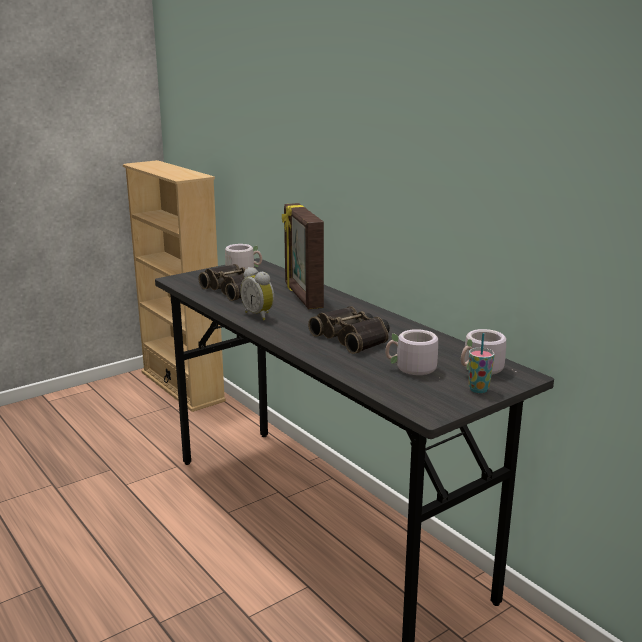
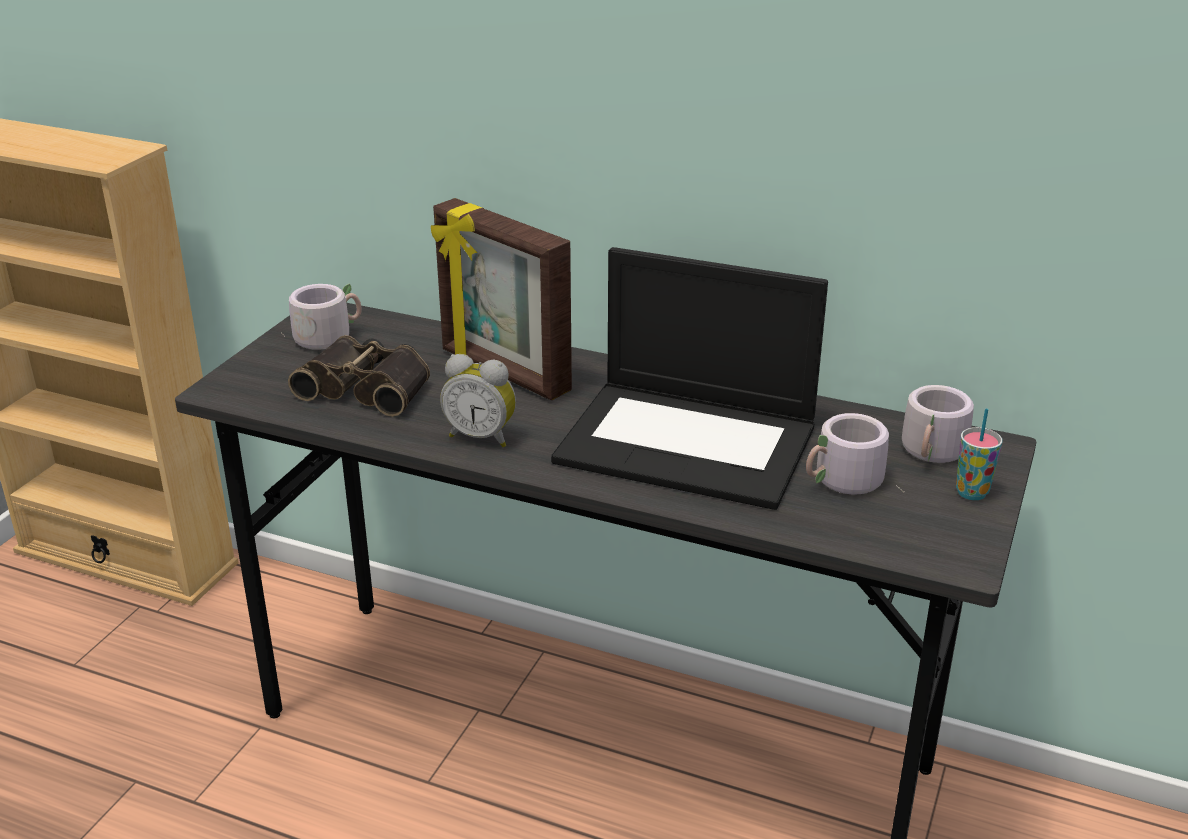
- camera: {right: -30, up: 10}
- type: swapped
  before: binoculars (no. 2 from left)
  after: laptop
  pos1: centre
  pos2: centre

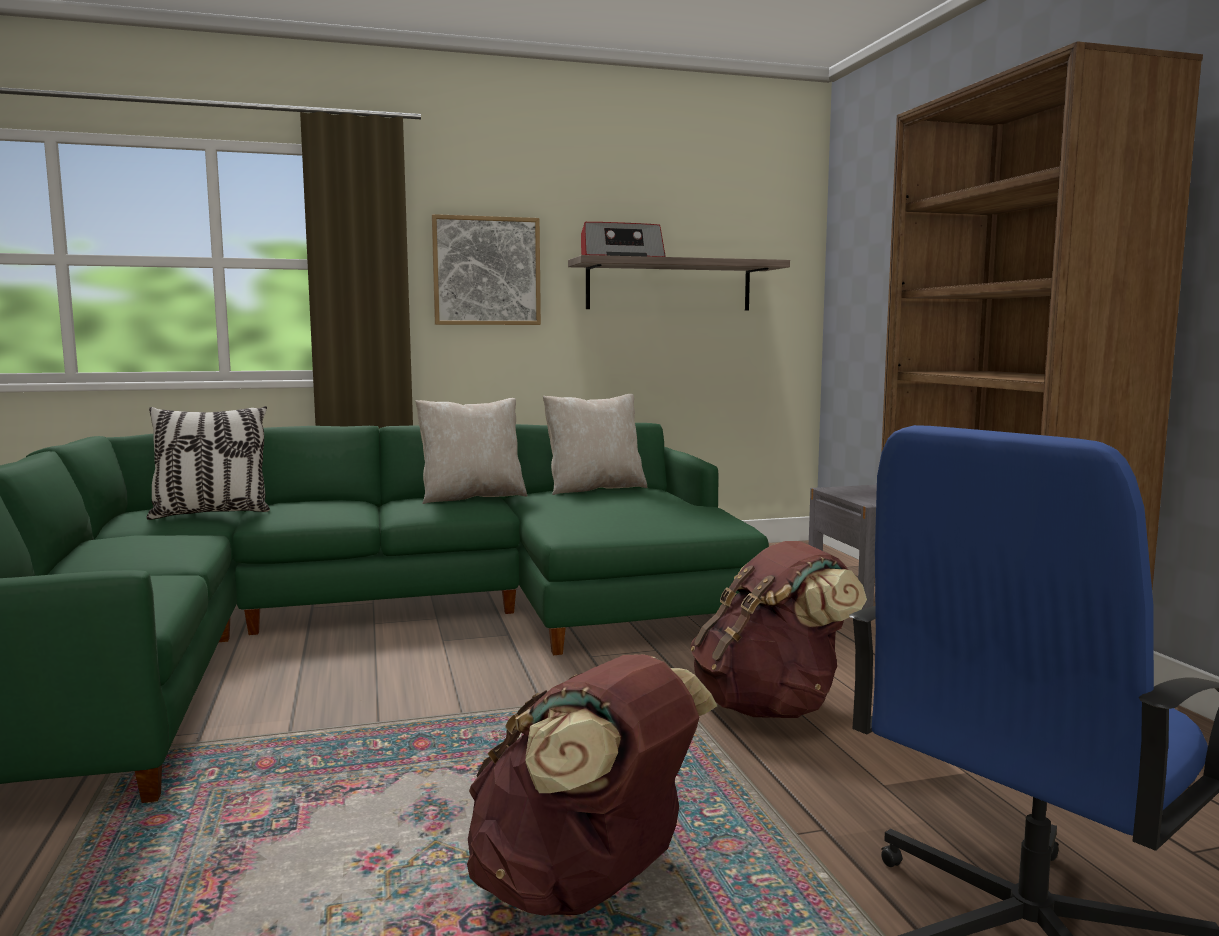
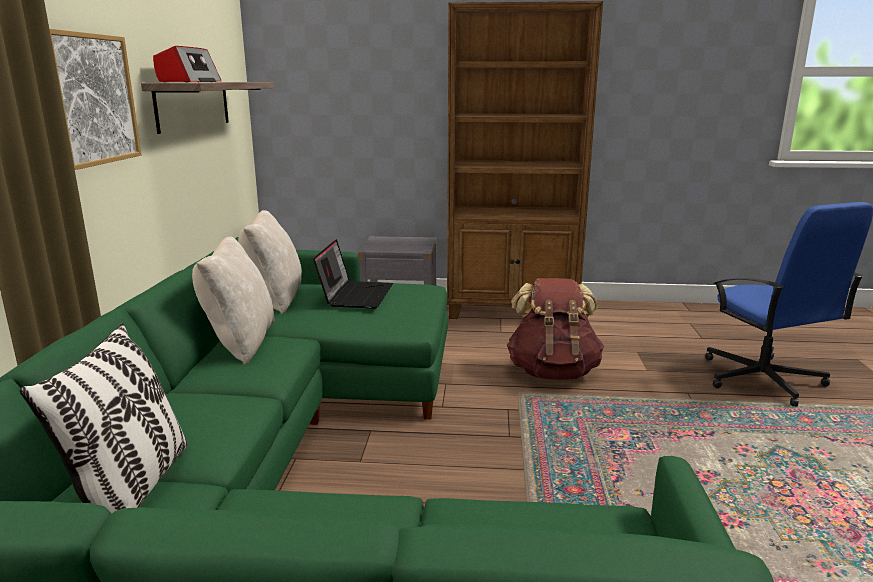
- camera: {right: -70, up: 10}
- type: gone
  before: brown backpack (no. 1 from left)
  pos1: bottom centre
- type: new
  after: laptop
  pos2: centre

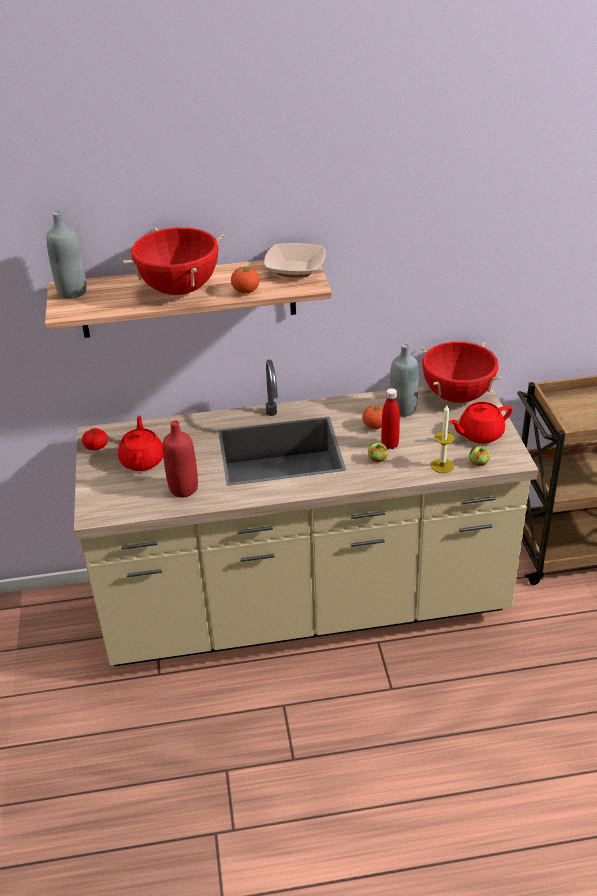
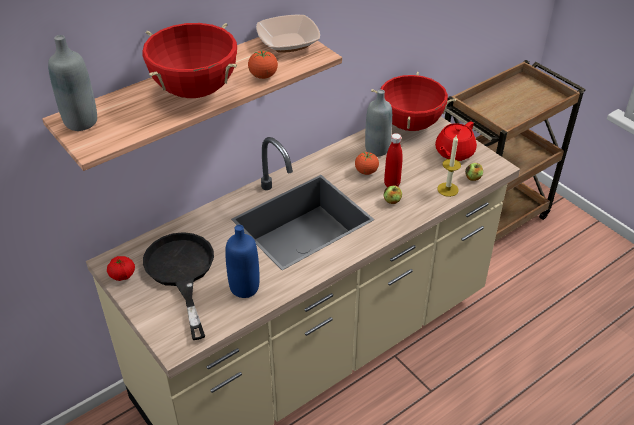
- camera: {right: -30, up: 5}
- type: swapped
  before: red teapot (no. 1 from left)
  after: black frying pan
  pos1: middle left
  pos2: bottom left
- type: repainted
  before: red bottle (no. 1 from left)
  after: blue bottle
  pos1: middle left
  pos2: centre

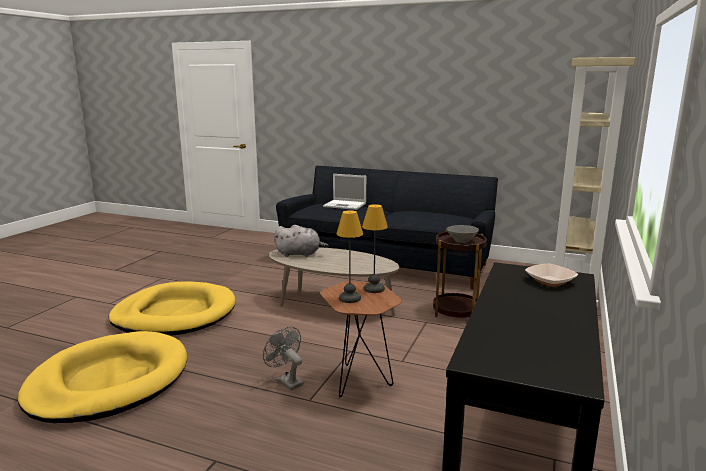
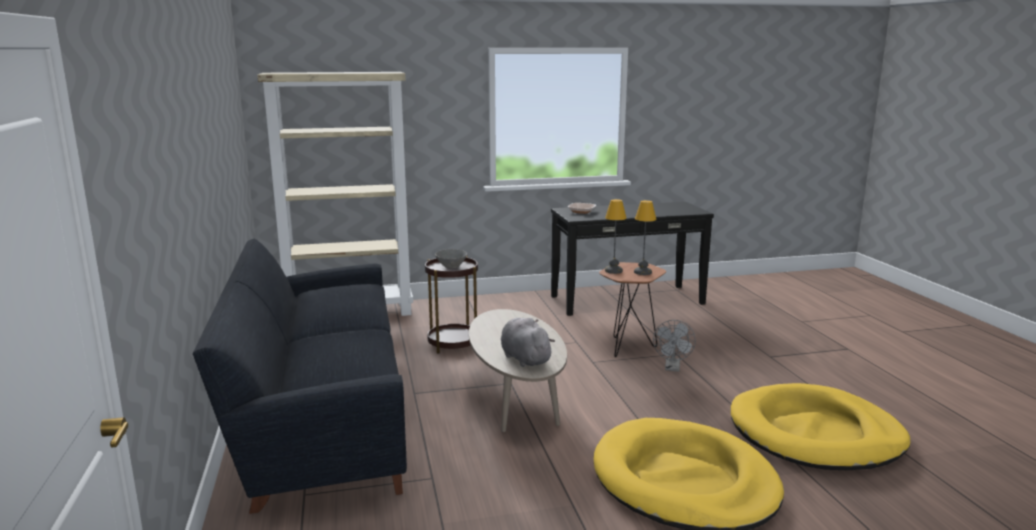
- camera: {right: -125, up: 0}
- type: gone
  before: laptop
  pos1: centre

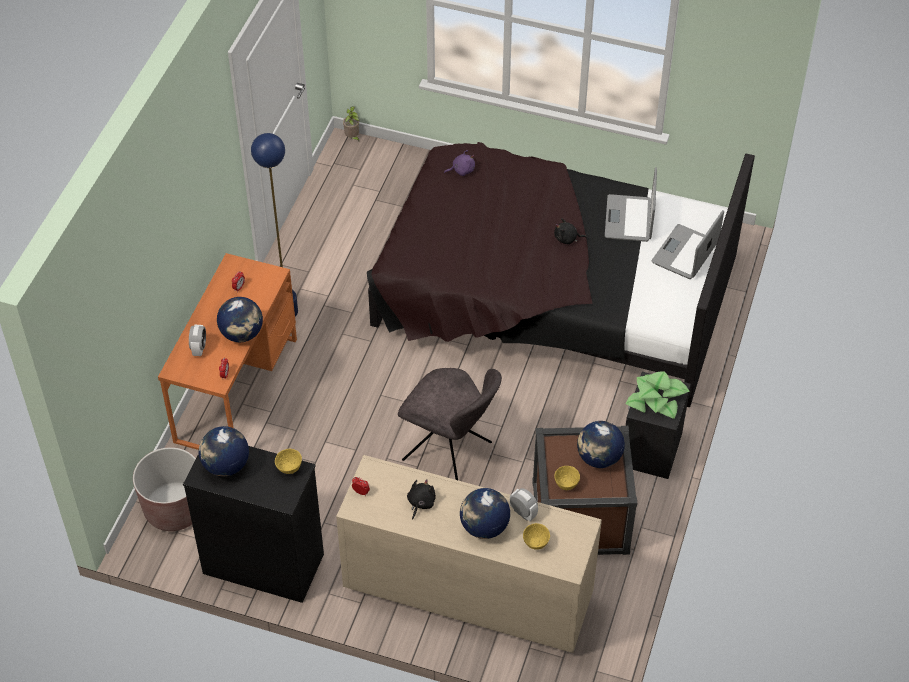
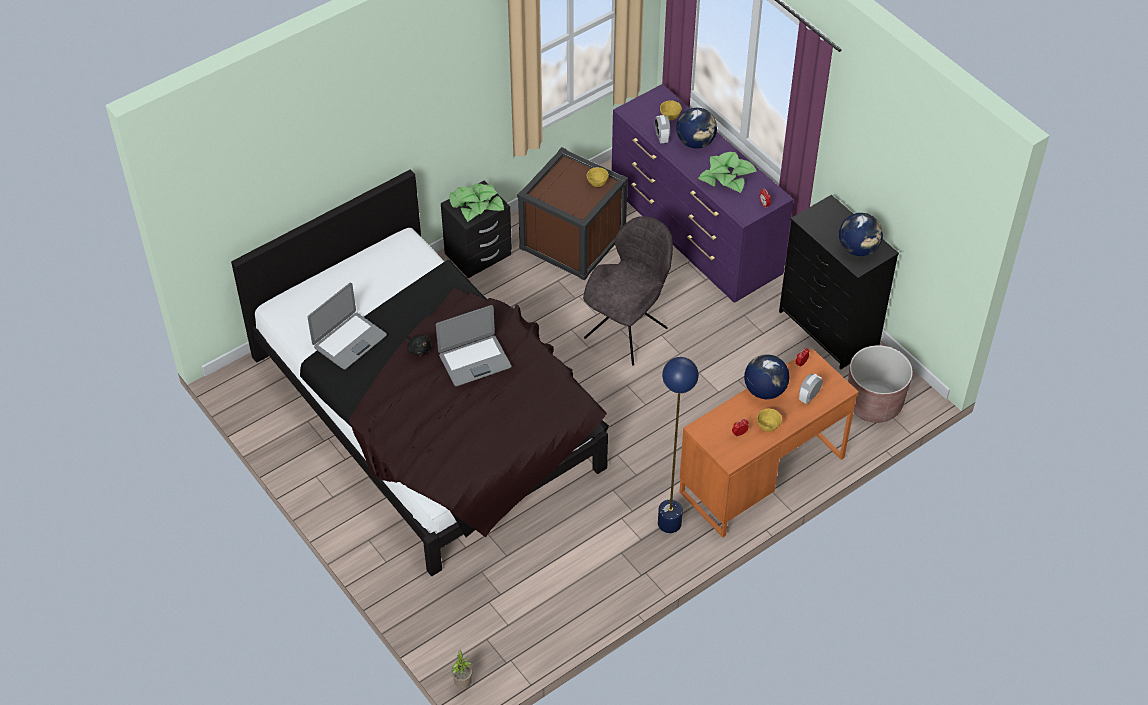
- camera: {right: -145, up: 0}
- type: gone
  before: purple plush toy
  pos1: top centre
- type: gone
  before: globe (no. 4 from left)
  pos1: centre
- type: shifted
  before: yellow bowl (no. 1 from left in the first image)
  after: yellow bowl (no. 3 from left)
  pos1: bottom left
  pos2: middle right
- type: shifted
  before: laptop (no. 2 from left)
  pos1: middle right
  pos2: centre
- type: swapped
  before: black plush toy (no. 1 from left)
  after: potted plant (no. 3 from left)
  pos1: bottom centre
  pos2: top centre
- type: repainted
  before: beige dresser
  after: purple dresser
  pos1: bottom centre
  pos2: top centre
- type: rotated
  before: grey chair
  pos1: centre
  pos2: centre
  turn: 60

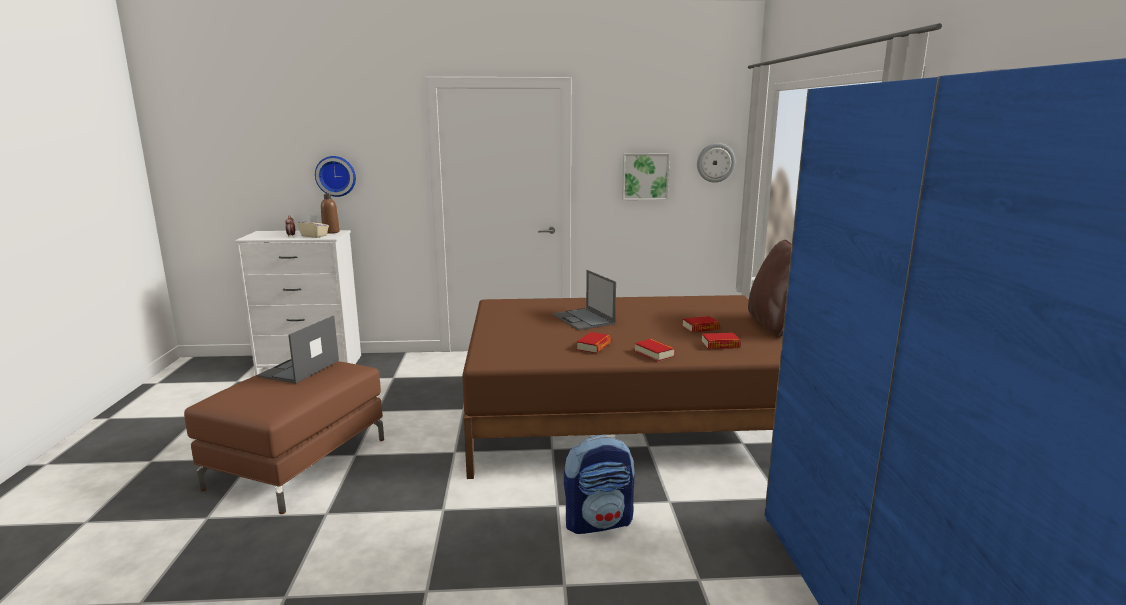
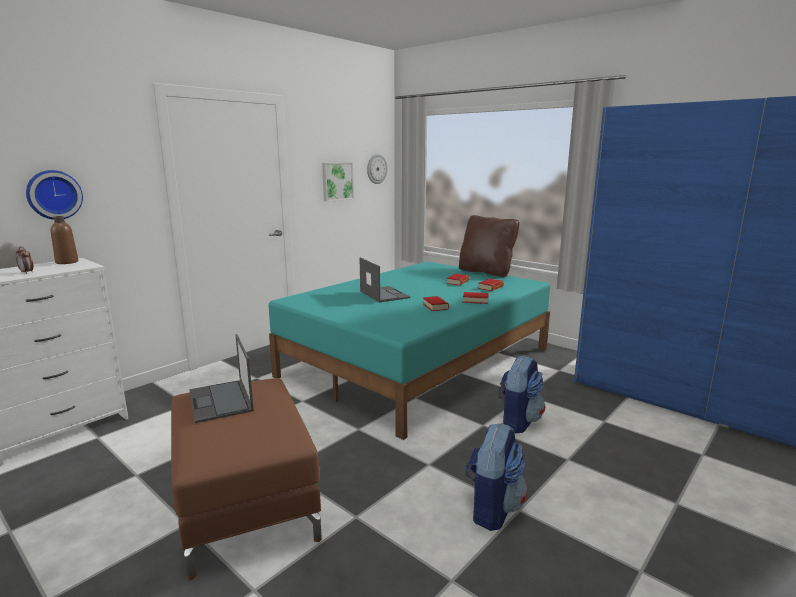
- camera: {right: -45, up: 0}
- type: gone
  before: beige tissue box
  pos1: middle left
- type: new
  after: backpack (no. 1 from left)
  pos2: bottom centre
- type: repainted
  before: brown bed
  after: turquoise bed
  pos1: centre
  pos2: centre
- type: rotated
  before: laptop (no. 2 from left)
  pos1: centre
  pos2: centre
  turn: -135

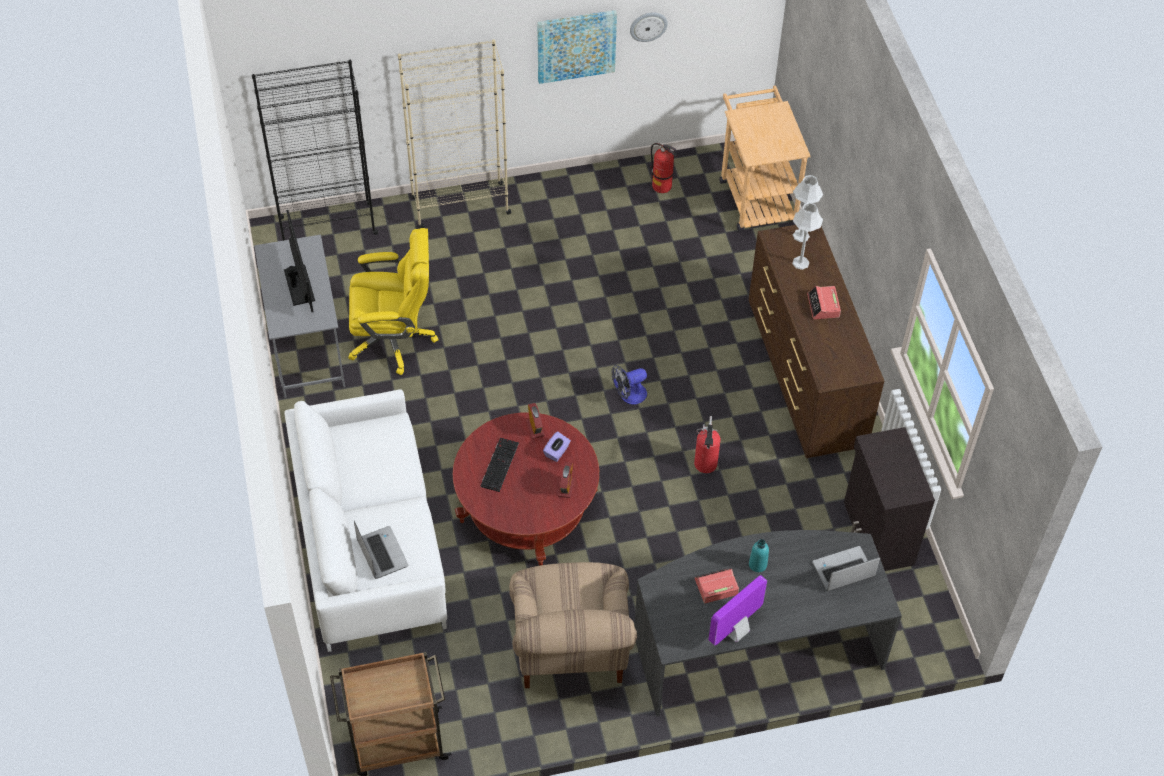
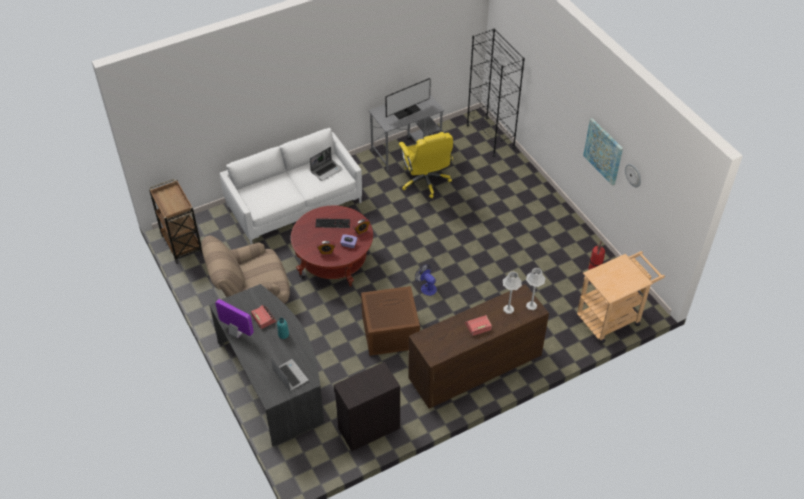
- camera: {right: 75, up: -5}
- type: gone
  before: beige bookcase
  pos1: top centre
- type: shifted
  before: laptop (no. 1 from left in the first image)
  after: laptop (no. 2 from left)
  pos1: bottom left
  pos2: top centre
- type: swapped
  before: fire extinguisher (no. 2 from left)
  after: brown storage box
  pos1: centre
  pos2: centre

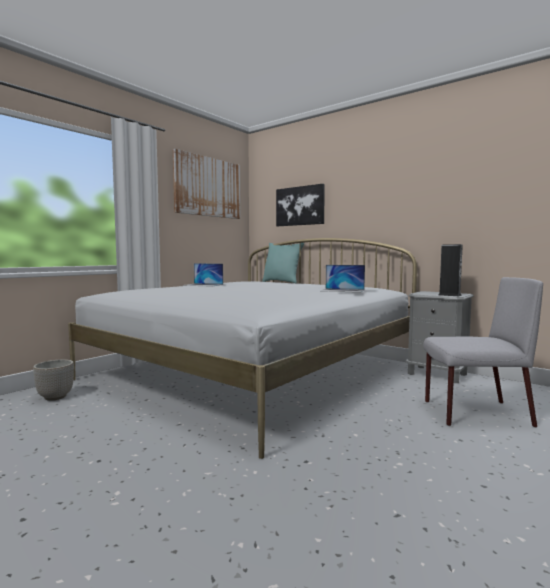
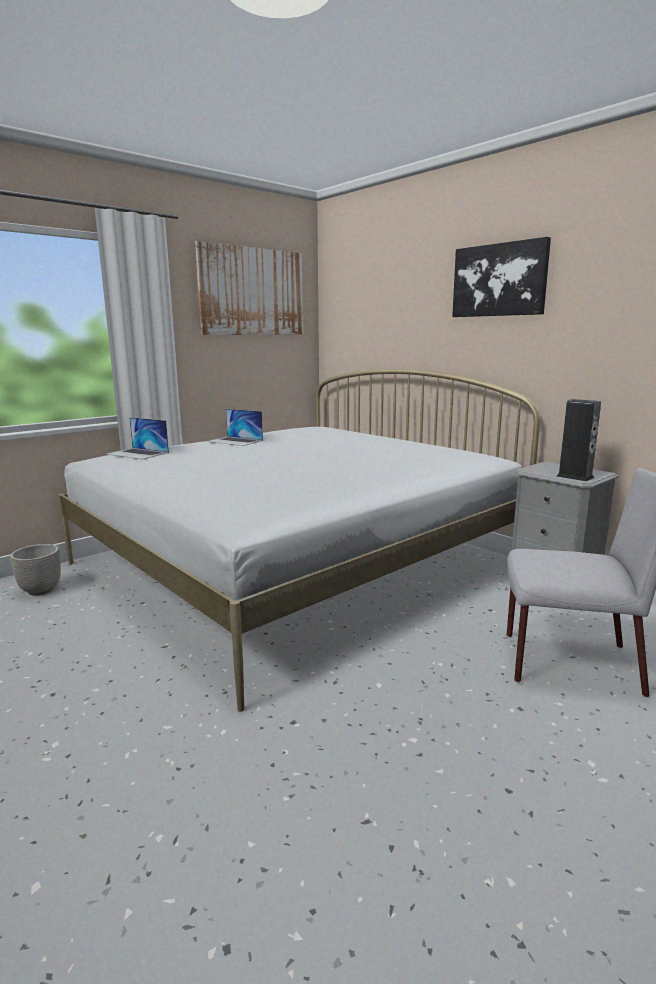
- camera: {right: 10, up: 10}
- type: gone
  before: turquoise pillow
  pos1: centre
- type: shifted
  before: picture (no. 2 from left)
  pos1: centre
  pos2: top right
- type: shifted
  before: laptop (no. 2 from left in the first image)
  after: laptop (no. 1 from left)
  pos1: centre
  pos2: middle left

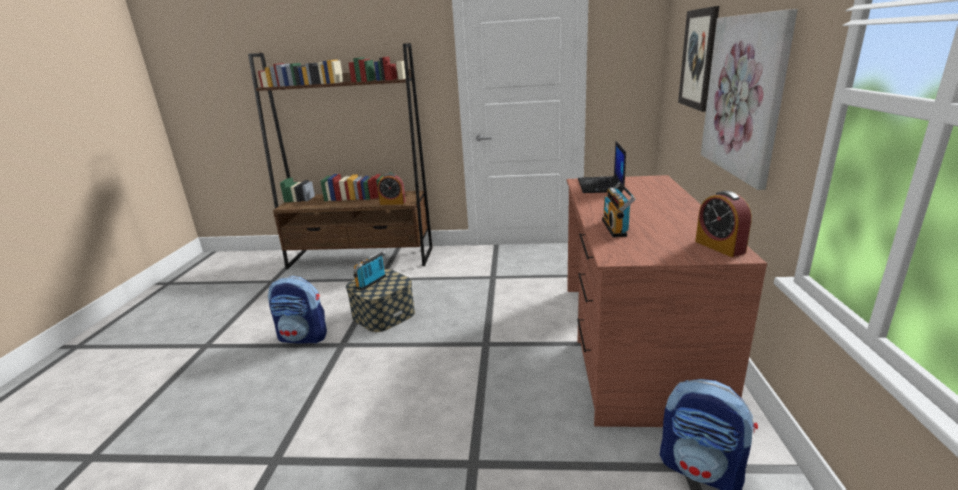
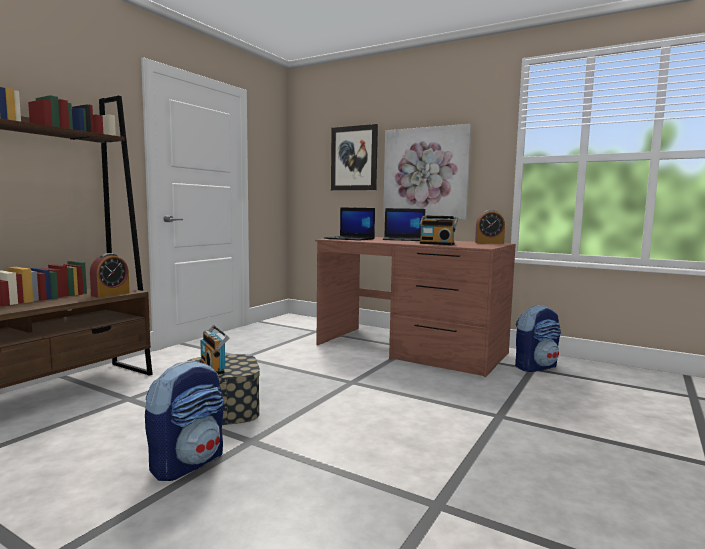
- camera: {right: -65, up: -15}
- type: new
  after: laptop (no. 2 from left)
  pos2: centre

